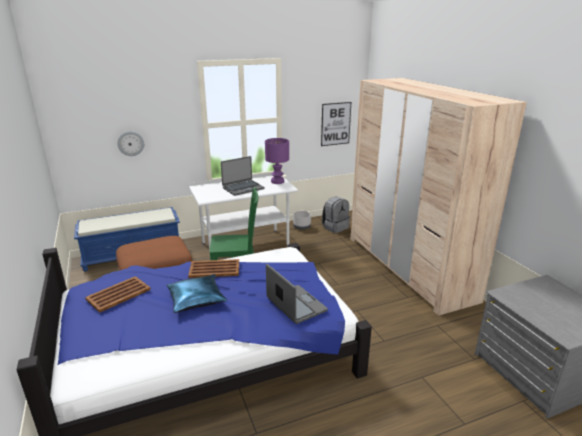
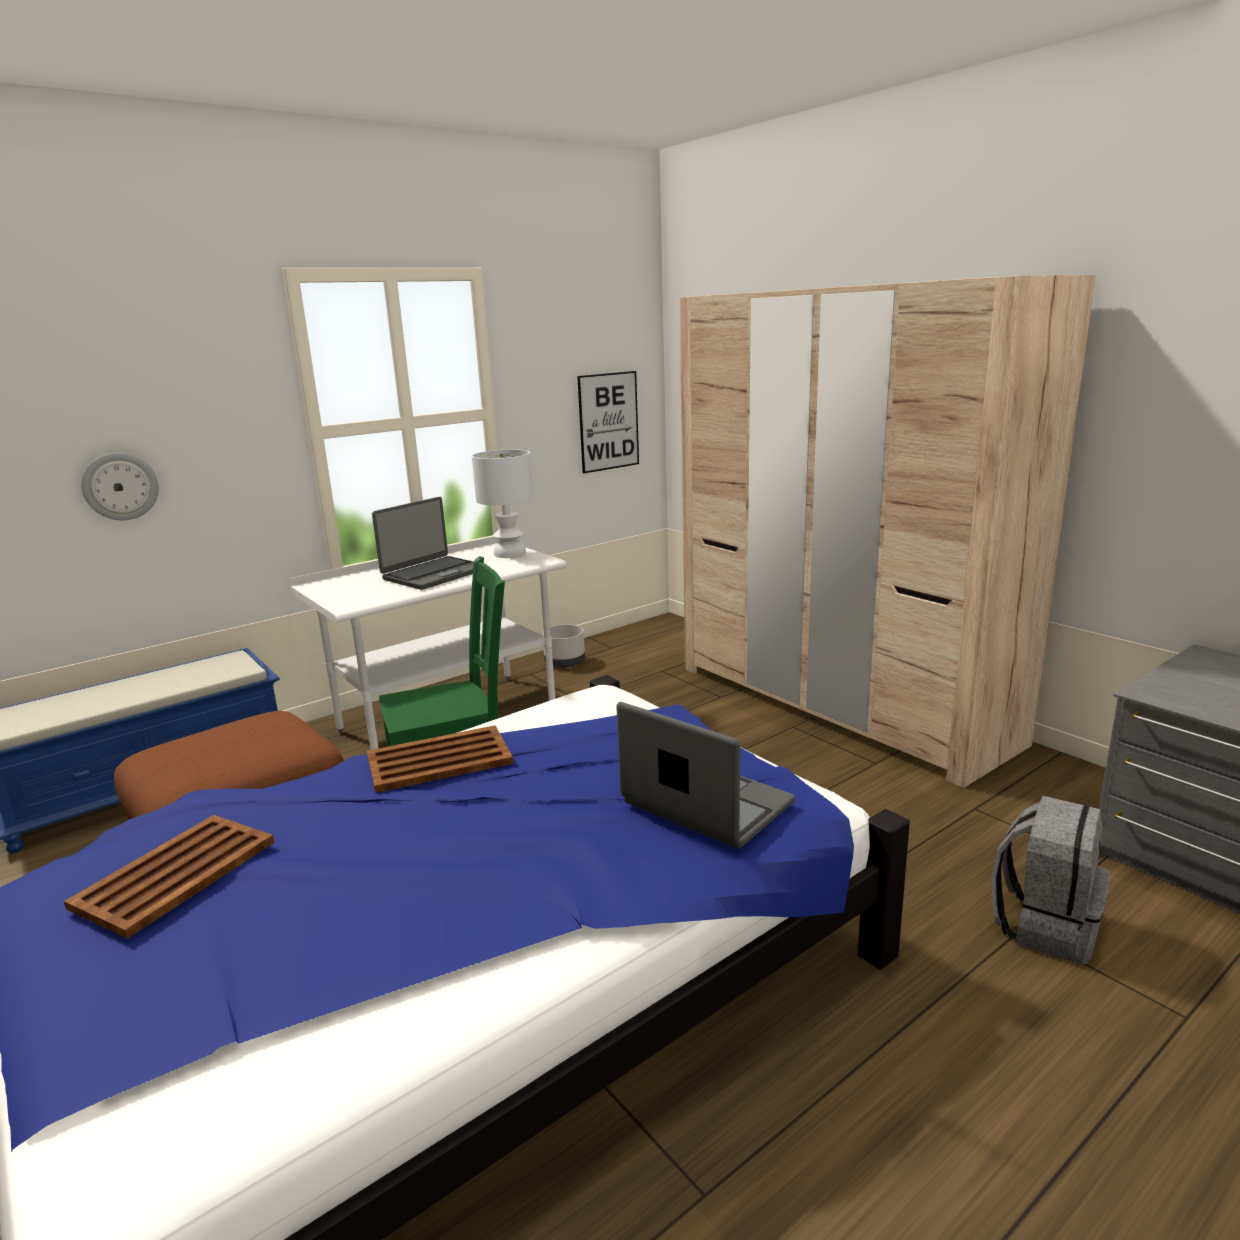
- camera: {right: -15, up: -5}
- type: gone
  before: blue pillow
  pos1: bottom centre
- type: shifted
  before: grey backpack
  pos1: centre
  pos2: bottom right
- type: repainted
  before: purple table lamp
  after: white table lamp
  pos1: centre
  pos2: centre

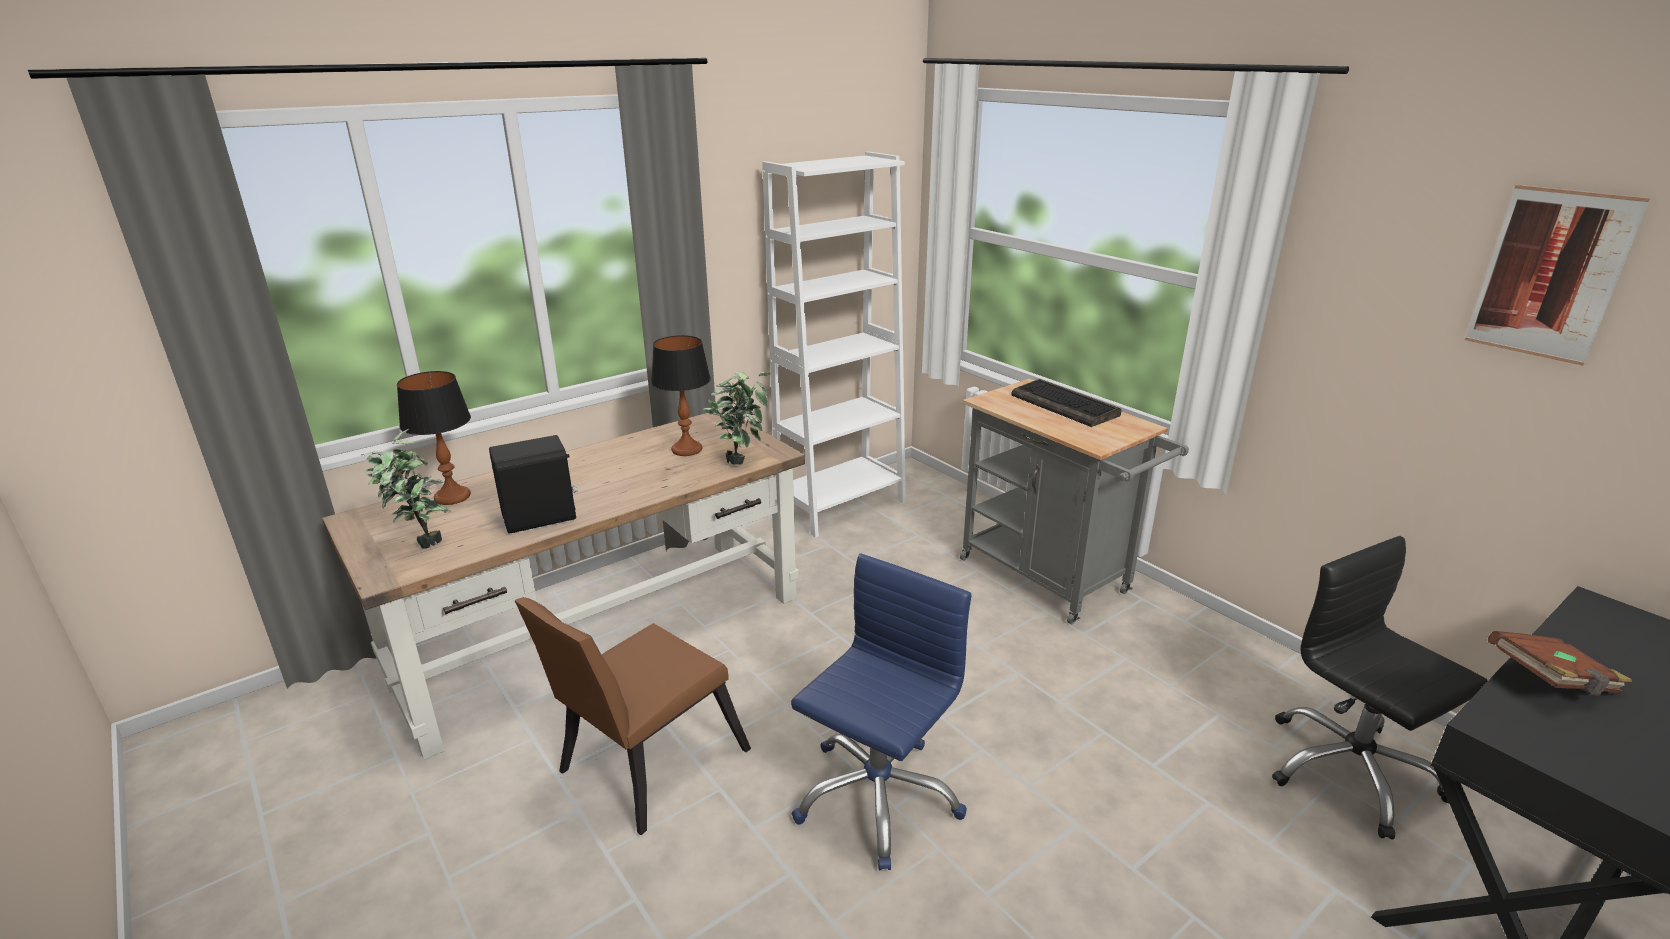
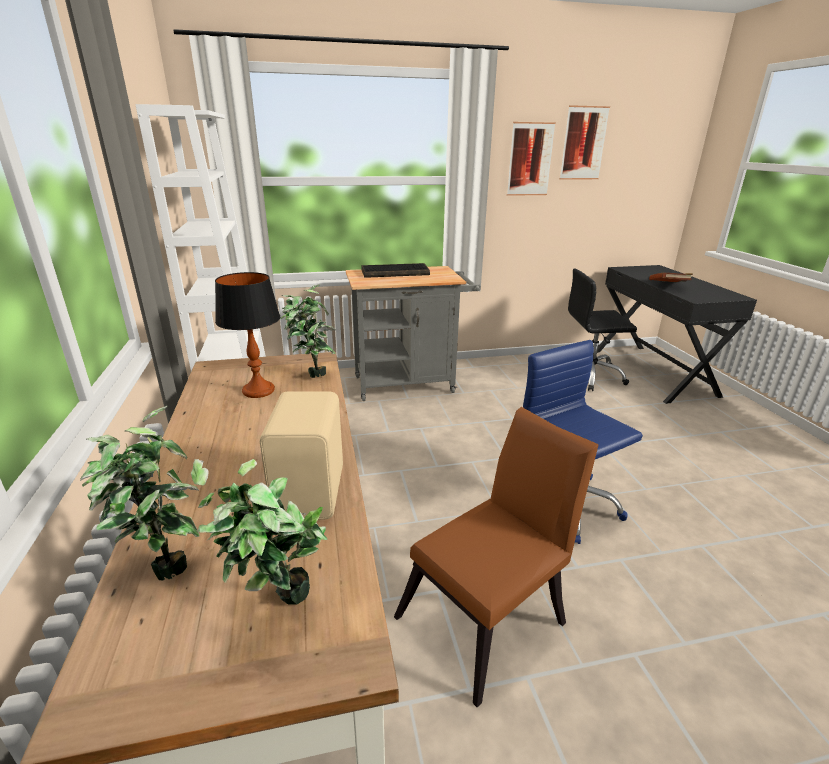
- camera: {right: -65, up: 0}
- type: new
  after: picture (no. 1 from left)
  pos2: top centre
- type: swapped
  before: table lamp (no. 1 from left)
  after: potted plant (no. 1 from left)
  pos1: middle left
  pos2: middle left
- type: repainted
  before: black speaker
  after: beige speaker
  pos1: middle left
  pos2: centre
- type: rotated
  before: brown chair
  pos1: bottom centre
  pos2: bottom centre
  turn: -105

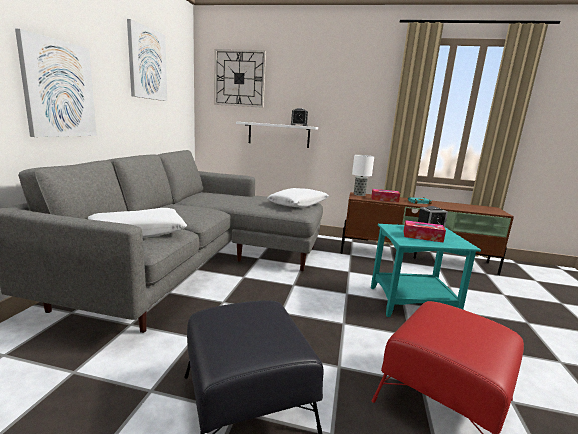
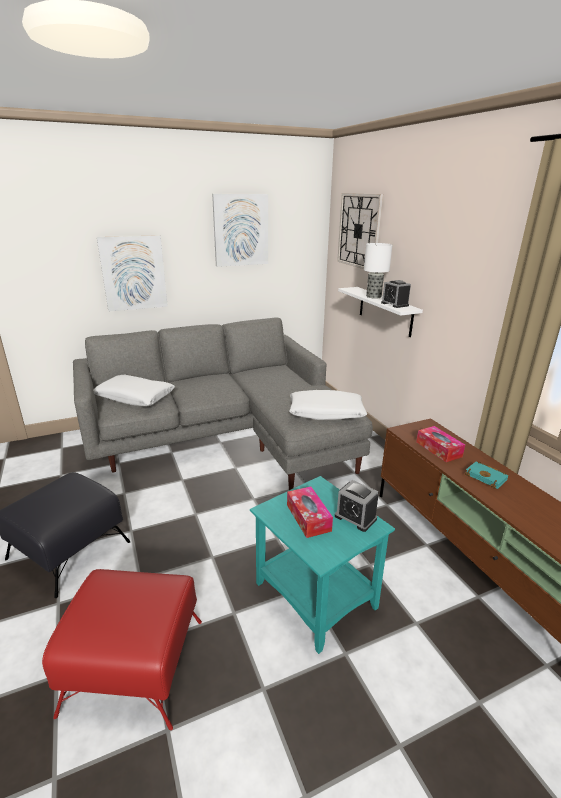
- camera: {right: 55, up: 10}
- type: shifted
  before: table lamp
  pos1: centre
  pos2: middle right

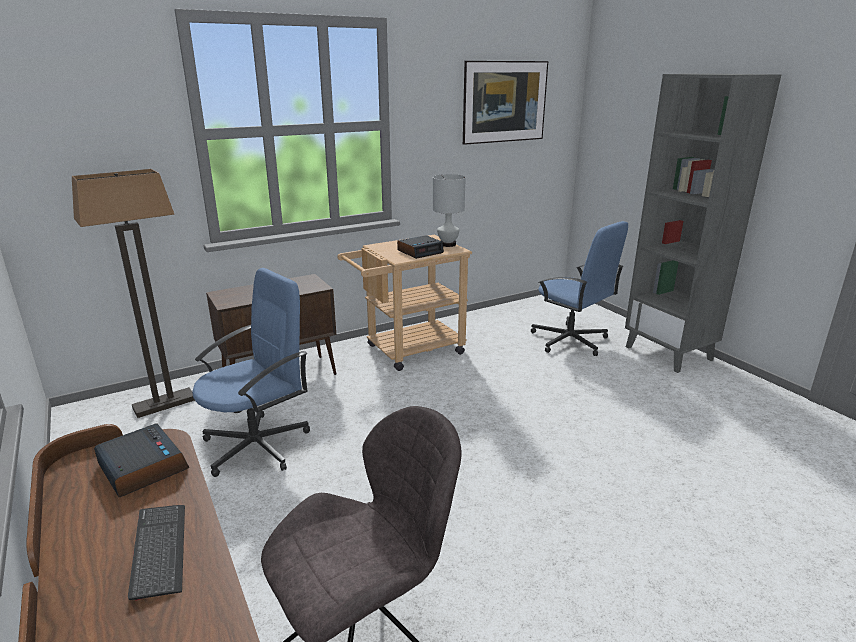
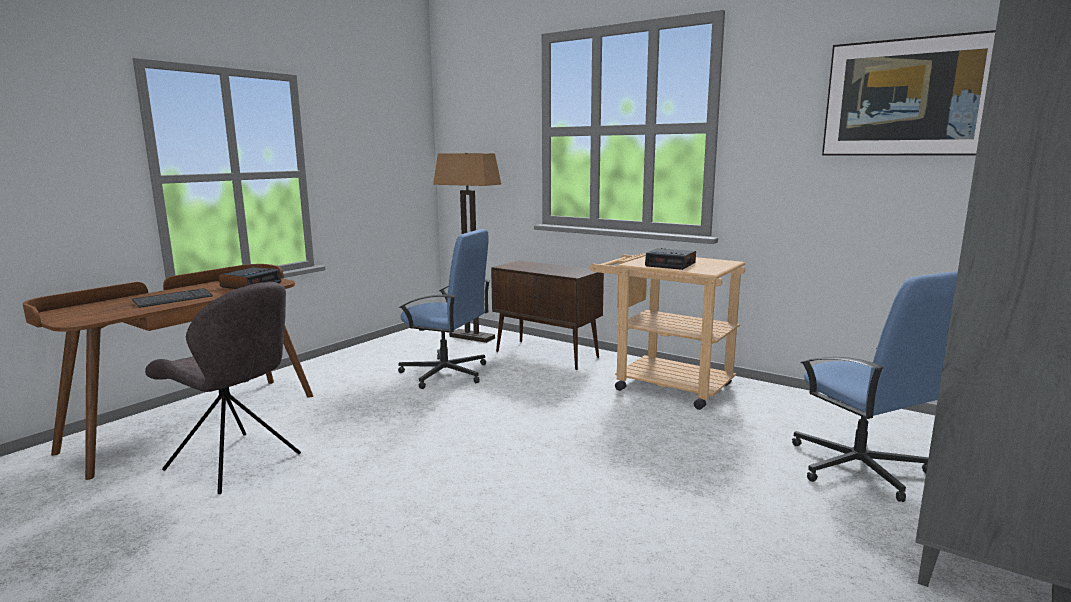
- camera: {right: 65, up: -10}
- type: gone
  before: white table lamp
  pos1: top centre
- type: rotated
  before: blue office chair (no. 2 from left)
  pos1: middle right
  pos2: middle right
  turn: -45

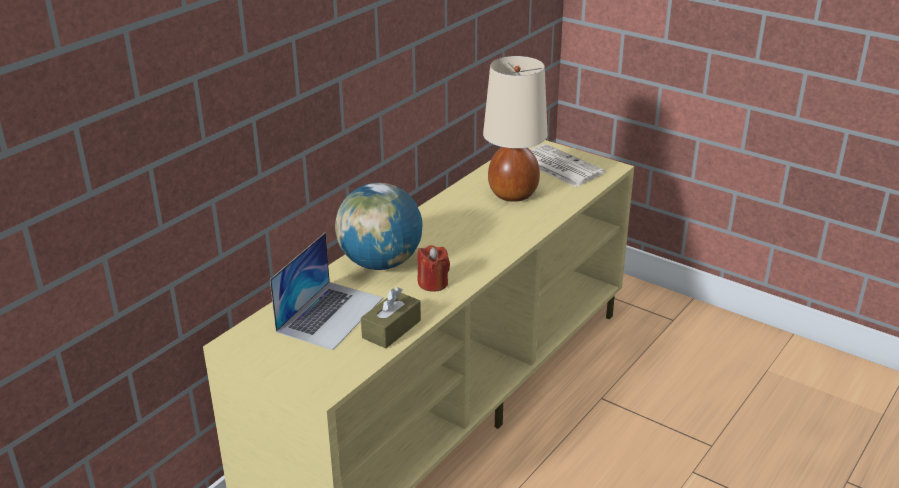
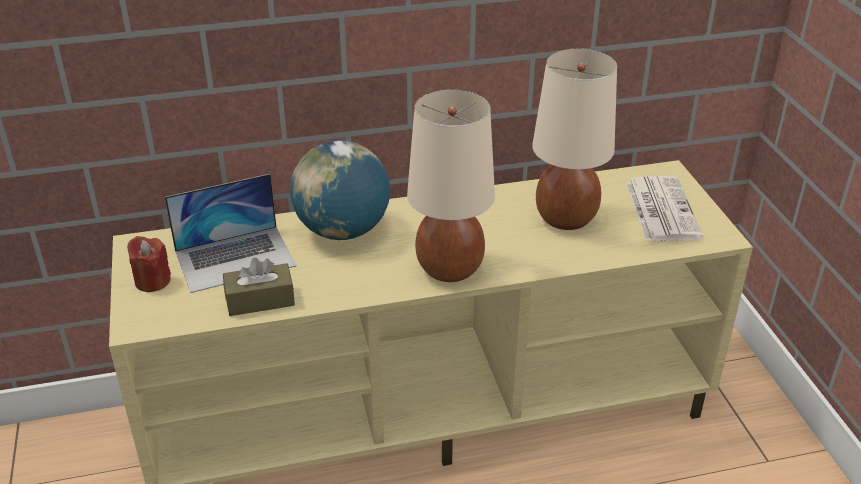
- camera: {right: 40, up: 5}
- type: new
  after: beige table lamp (no. 1 from left)
  pos2: centre
- type: shifted
  before: red candle
  pos1: centre
  pos2: middle left

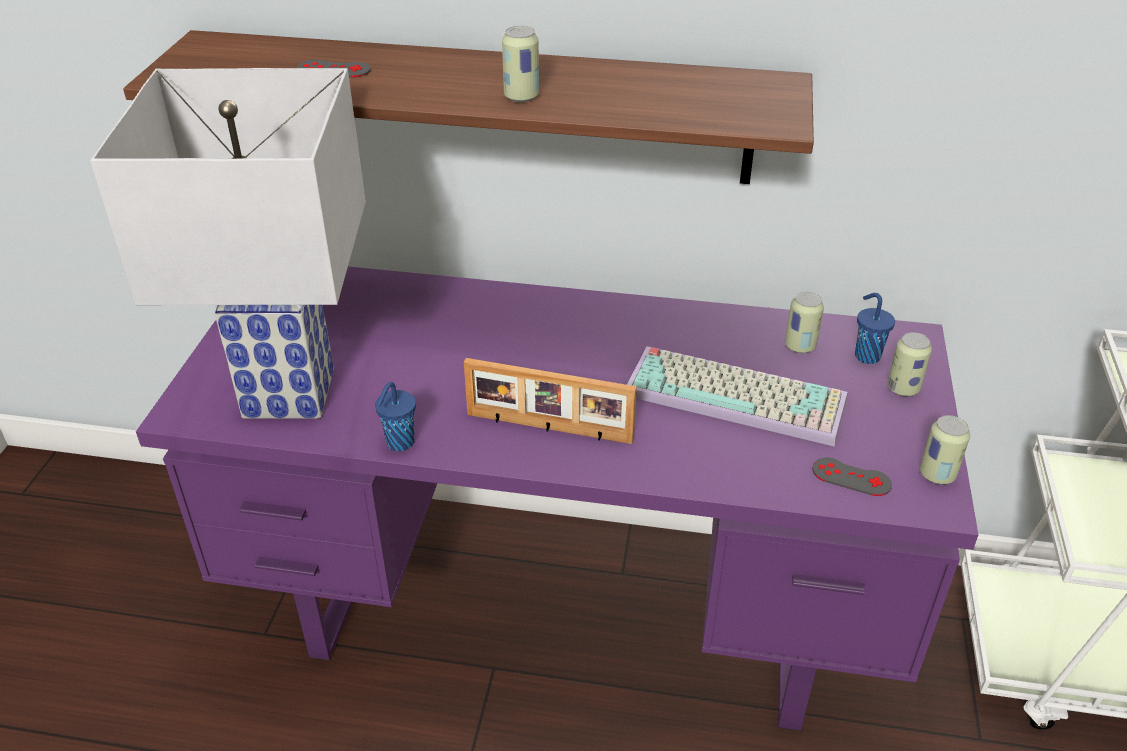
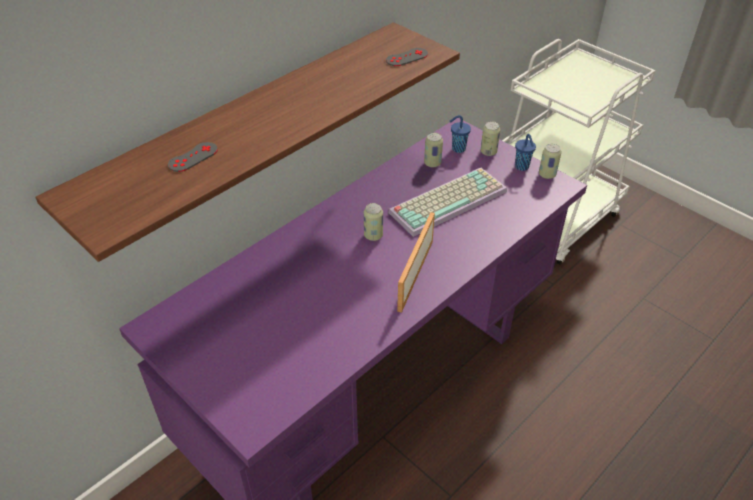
- camera: {right: -55, up: 5}
- type: gone
  before: white table lamp
  pos1: top left
- type: shifted
  before: blue cup (no. 1 from left in the first image)
  after: blue cup (no. 2 from left)
  pos1: centre
  pos2: top right
- type: shifted
  before: can (no. 1 from left)
  pos1: top centre
  pos2: centre
- type: shifted
  before: grey game controller (no. 2 from left)
  pos1: middle right
  pos2: top centre
- type: rotated
  before: picture frame
  pos1: centre
  pos2: centre
  turn: 150

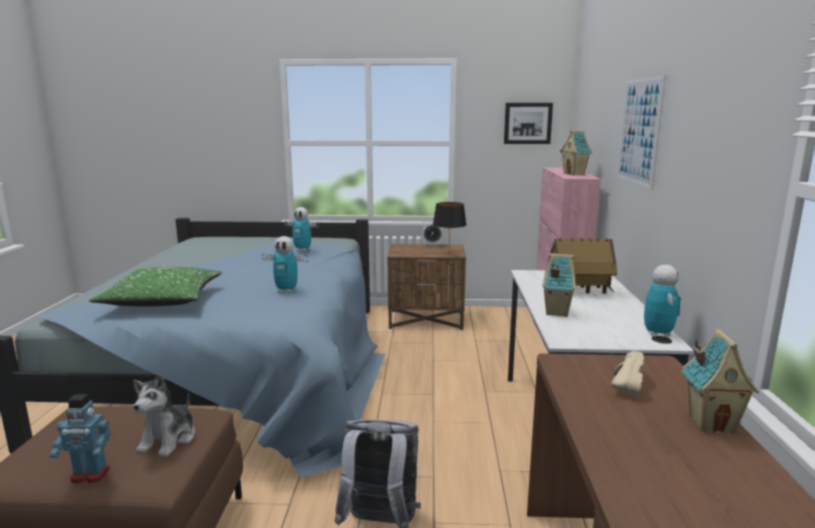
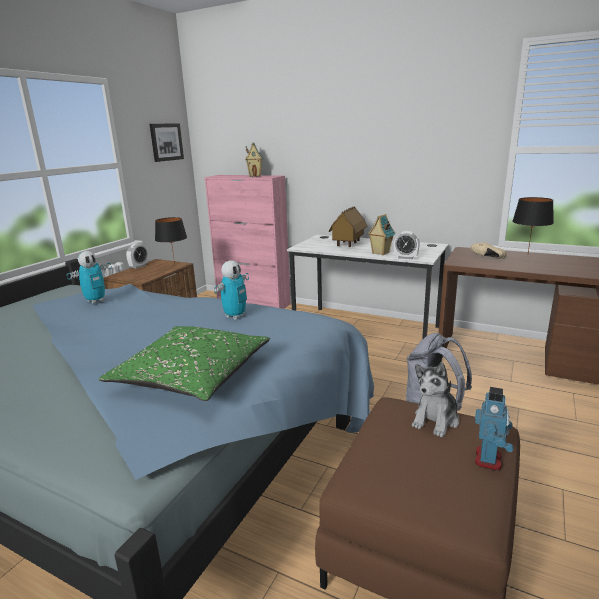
- camera: {right: -65, up: 5}
- type: gone
  before: picture (no. 2 from left)
  pos1: top right
- type: gone
  before: toy robot (no. 4 from left)
  pos1: middle right
- type: new
  after: alarm clock (no. 2 from left)
  pos2: middle right
- type: swapped
  before: toy house (no. 4 from left)
  after: black table lamp (no. 2 from left)
  pos1: bottom right
  pos2: middle right
- type: rotated
  before: plush toy
  pos1: bottom left
  pos2: middle right
  turn: 90

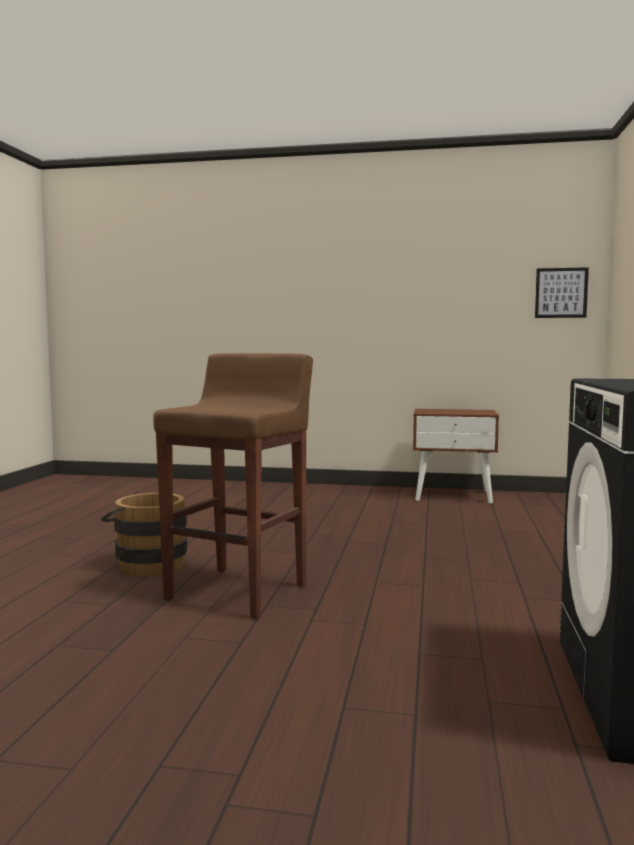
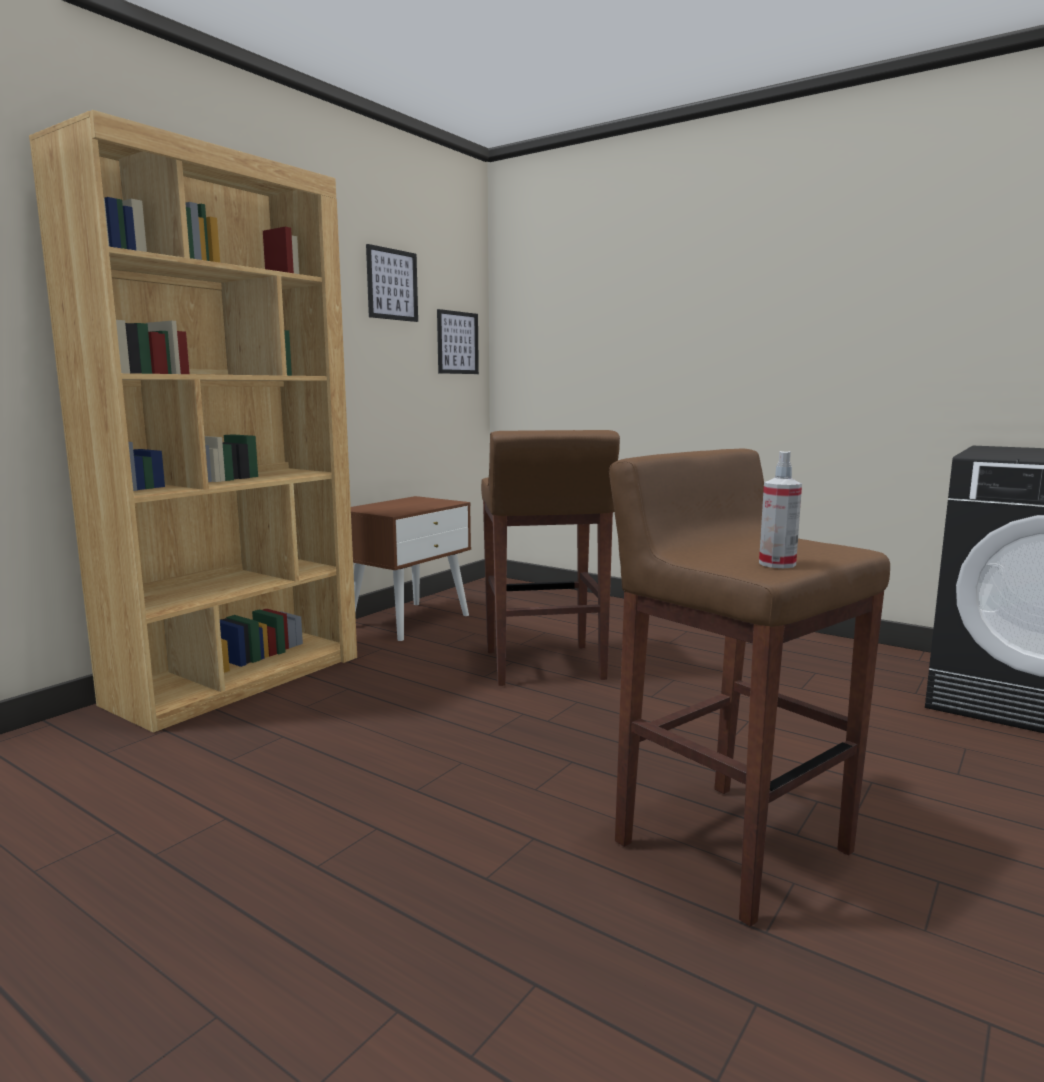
- camera: {right: -65, up: 5}
- type: gone
  before: brown bucket
  pos1: middle left
- type: new
  after: brown bookcase
  pos2: middle left
- type: new
  after: picture (no. 1 from left)
  pos2: top centre
- type: new
  after: brown stool (no. 1 from left)
  pos2: centre
- type: new
  after: spray bottle
  pos2: middle right

